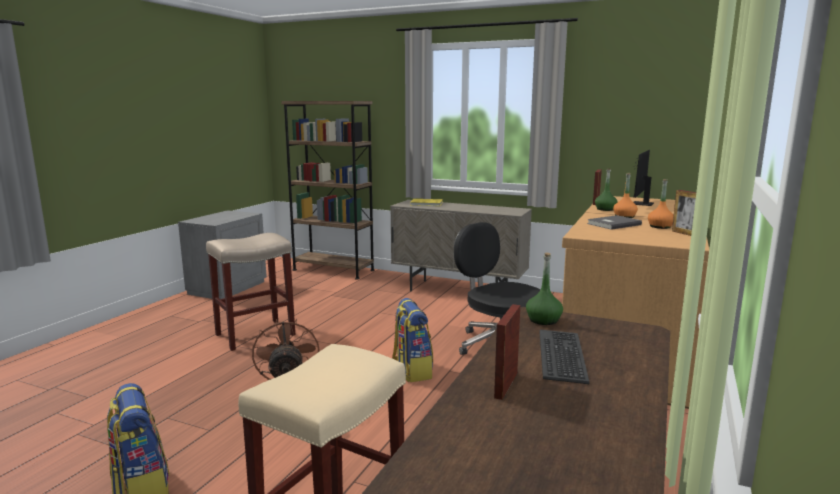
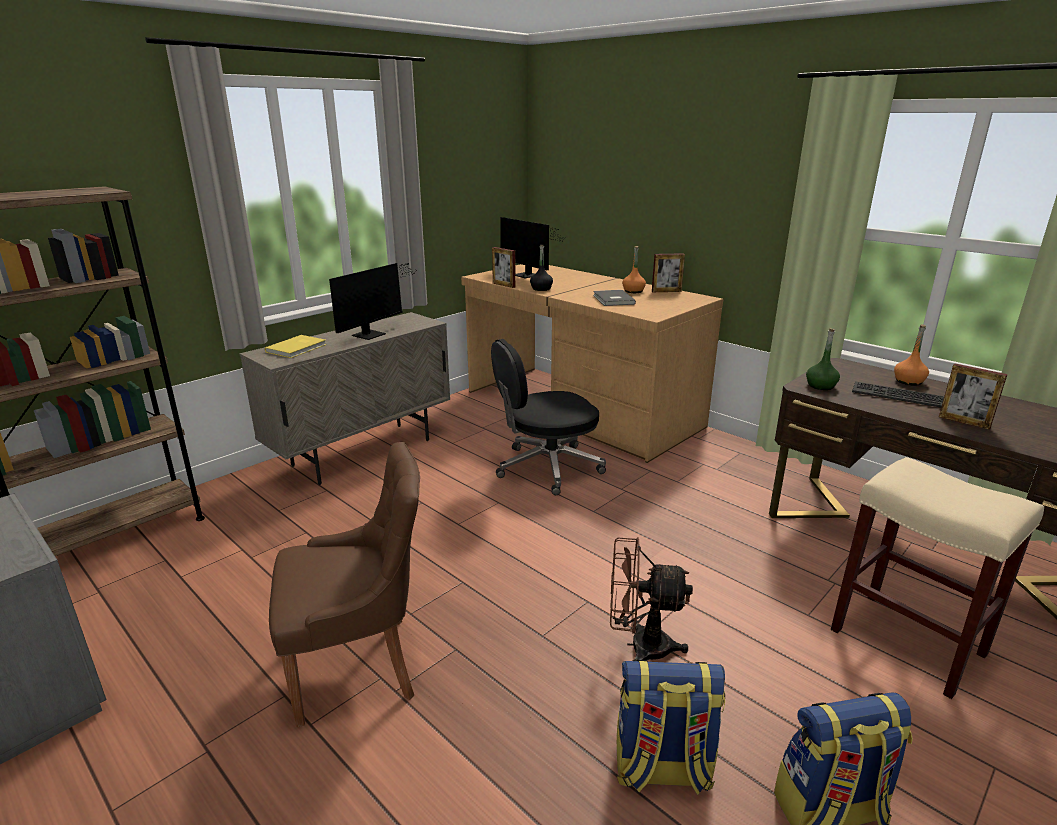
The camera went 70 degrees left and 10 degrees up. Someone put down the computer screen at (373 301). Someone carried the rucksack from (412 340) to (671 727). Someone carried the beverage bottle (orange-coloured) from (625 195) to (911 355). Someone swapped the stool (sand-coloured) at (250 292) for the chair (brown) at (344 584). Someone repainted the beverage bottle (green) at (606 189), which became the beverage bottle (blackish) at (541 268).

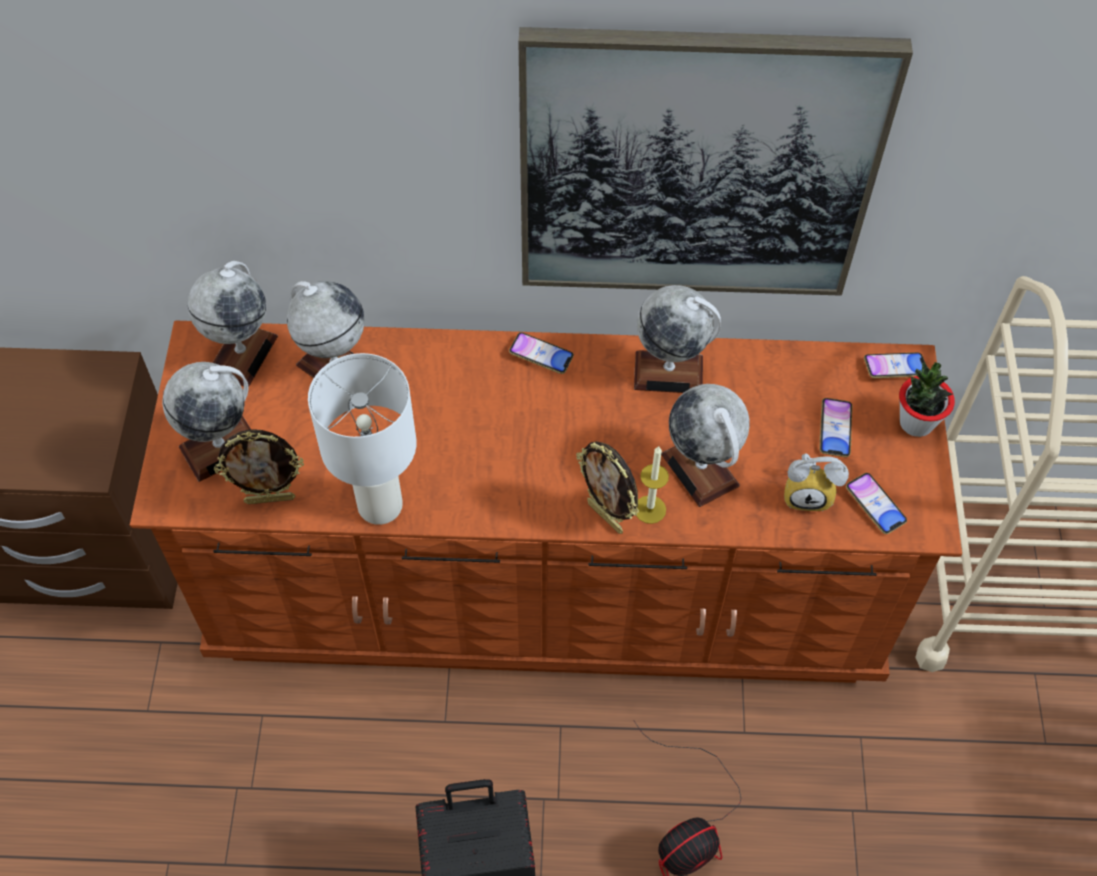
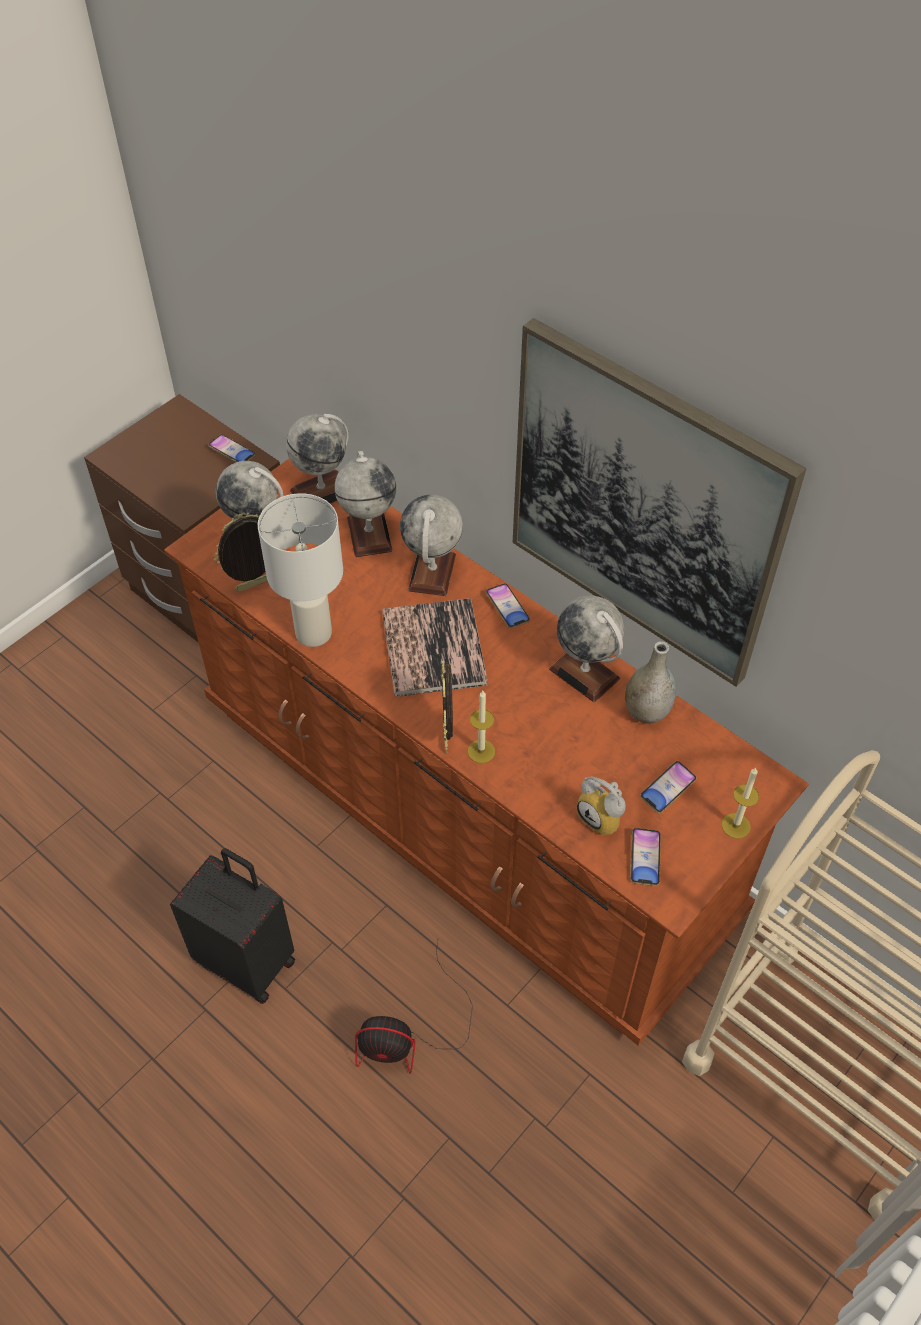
The camera went 40 degrees right and 5 degrees down. Someone put down the volume at (434 647). Someone put down the flower vase (gray) at (650 682). Someone carried the globe from (705 445) to (431 545). Someone carried the telephone from (894 365) to (231 448). Someone swapped the houseplant at (927 399) for the wax candle at (740 803). Someone rotated the picture frame at (259 466) by 120 degrees clockwise.

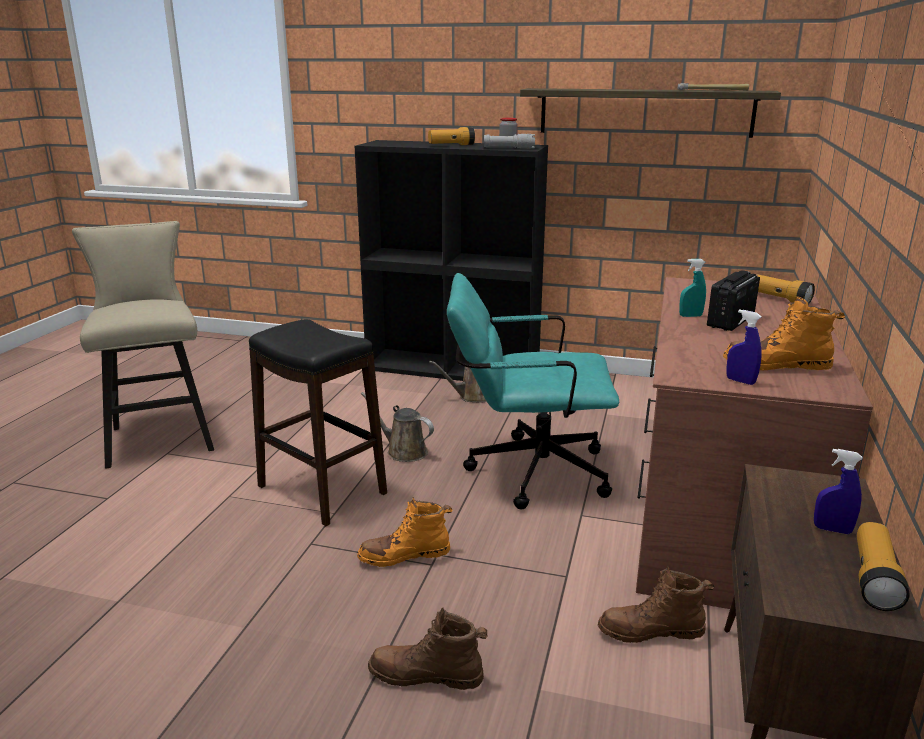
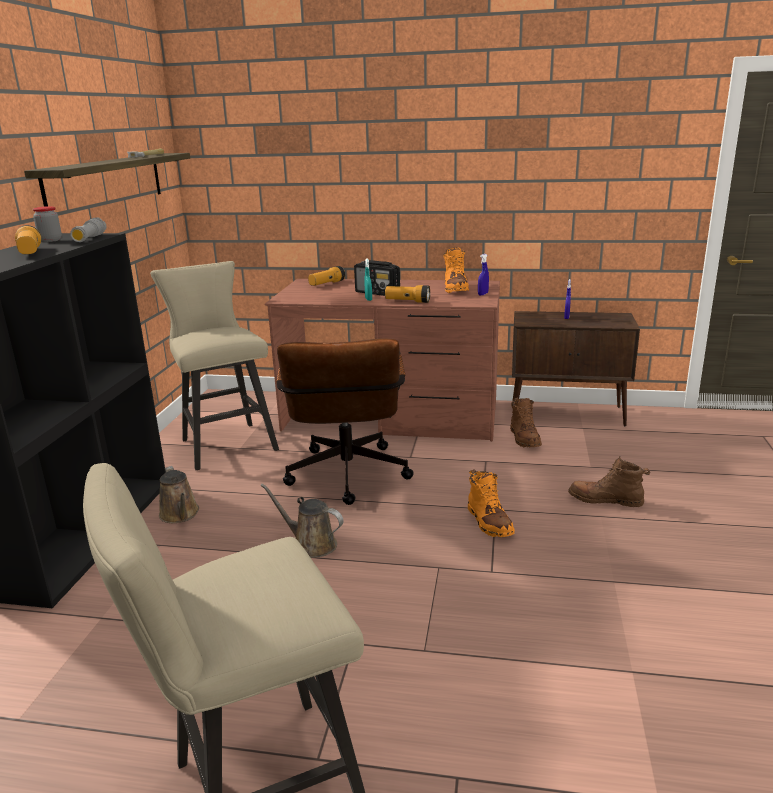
The camera went 95 degrees left and 0 degrees up. Someone took away the stool (blackish) at (318 422). Someone put down the stool (sand-coloured) at (214 365). Someone carried the torch from (883 566) to (407 294). Someone repainted the office chair (turquoise) at (533 391), which became the office chair (brown) at (345 421). Someone rotated the watering can (brown) at (397 427) by 90 degrees clockwise. Someone rotated the tall boot (brown) at (427 649) by 105 degrees clockwise.

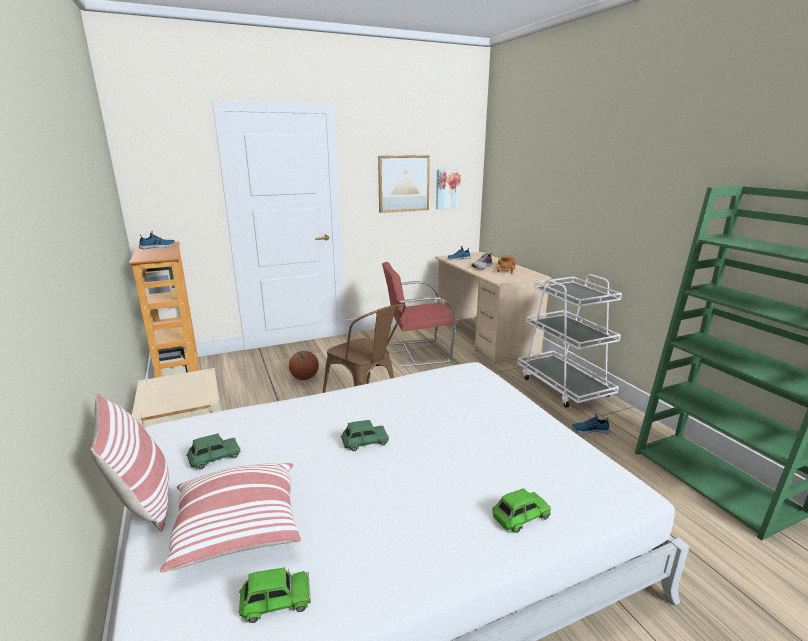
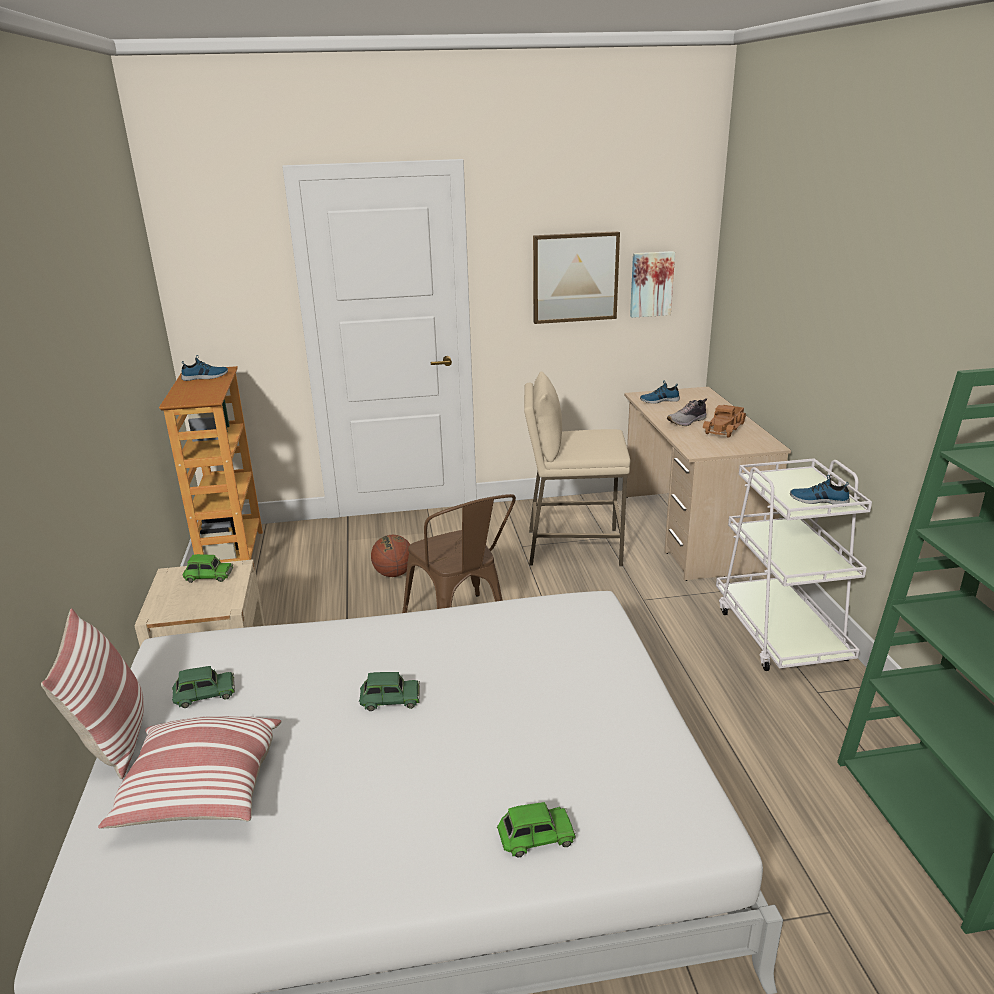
The camera went 15 degrees right and 5 degrees up. Someone carried the toy car (green) from (274 595) to (208 568). Someone carried the shoe from (590 424) to (820 491). Someone swapped the chair (reddish) at (420 314) for the stool (sand-coloured) at (577 469).

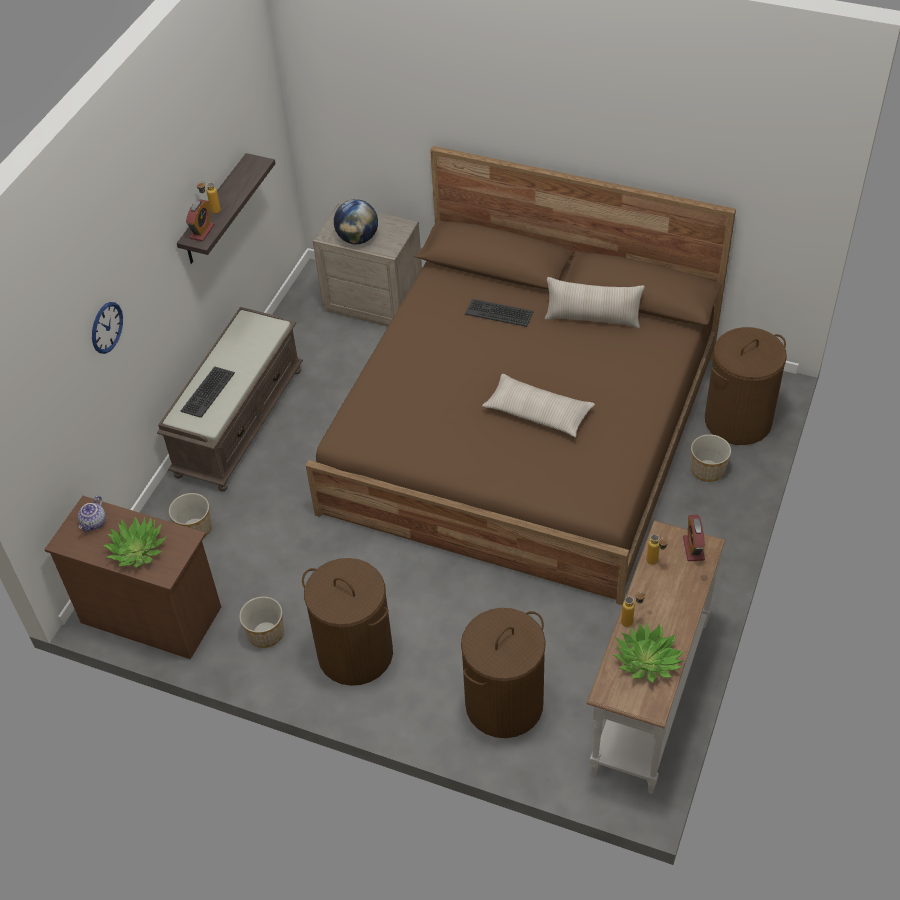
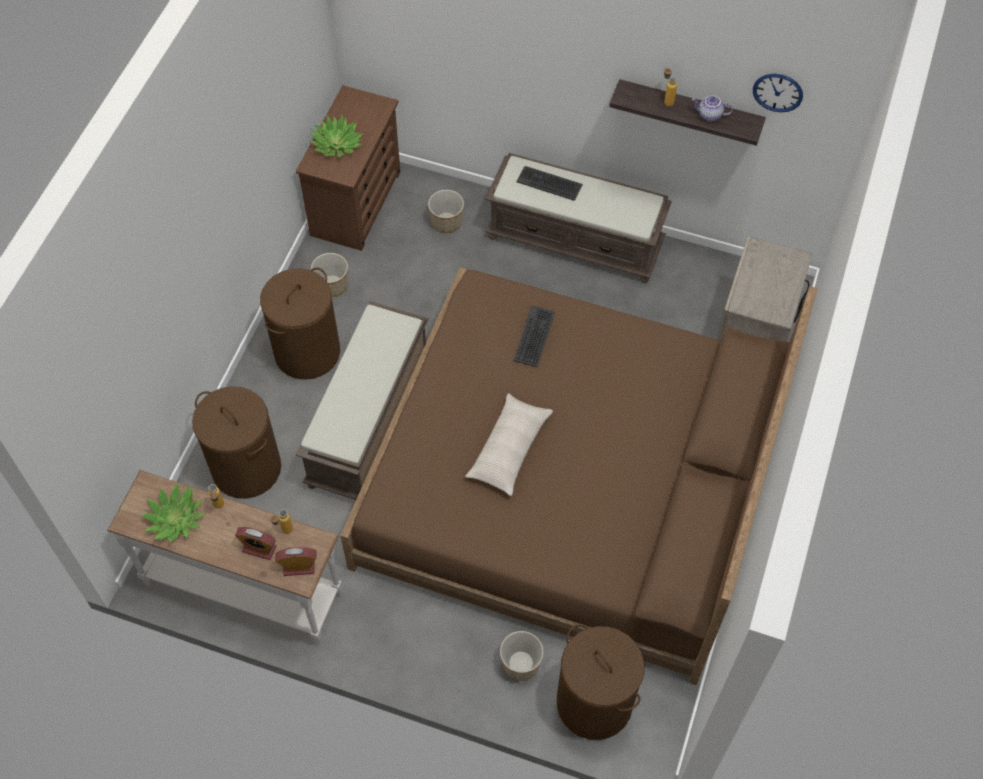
The camera went 85 degrees right and 10 degrees up. Someone took away the globe at (356 221). Someone took away the cushion (sand-coloured) at (595 302). Someone put down the bench (brown) at (362 400). Someone carried the pot for tea from (92 514) to (712 109). Someone carried the wall clock from (107 328) to (778 93). Someone carried the alarm clock from (200 220) to (255 543). Someone carried the computer keyboard from (499 313) to (534 336).

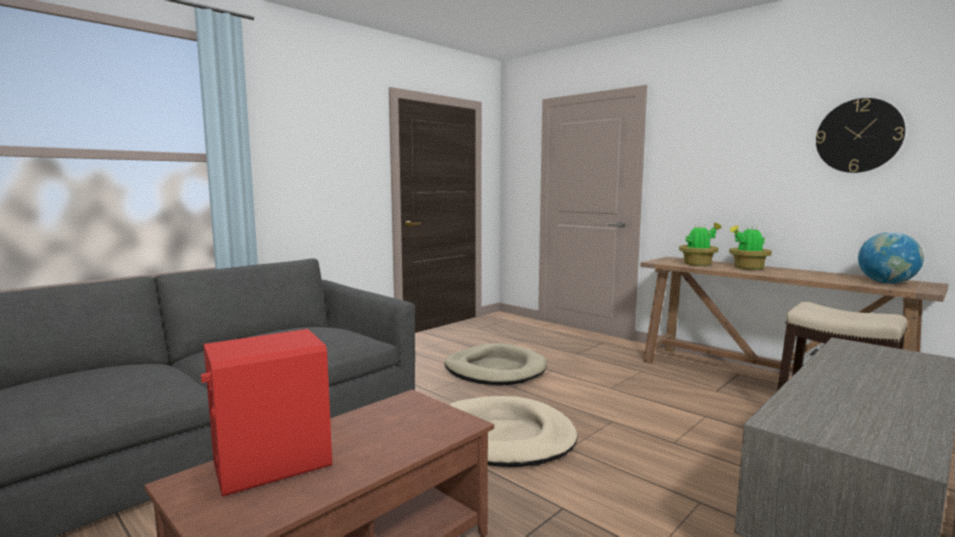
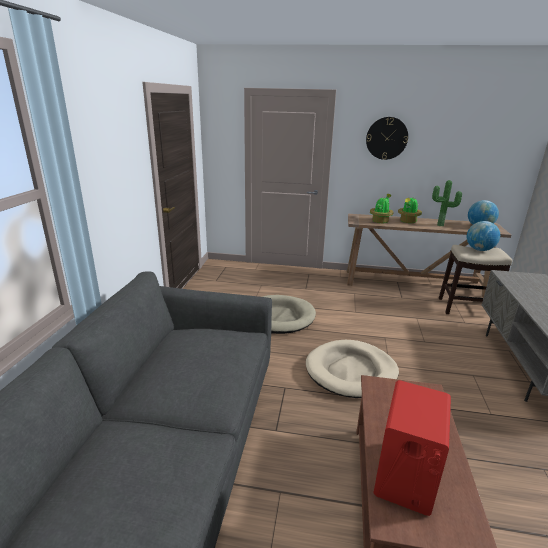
The camera went 35 degrees left and 15 degrees up. Someone put down the houseplant at (447 203). Someone put down the globe at (483 236). Someone carried the wall clock from (860 135) to (387 138).

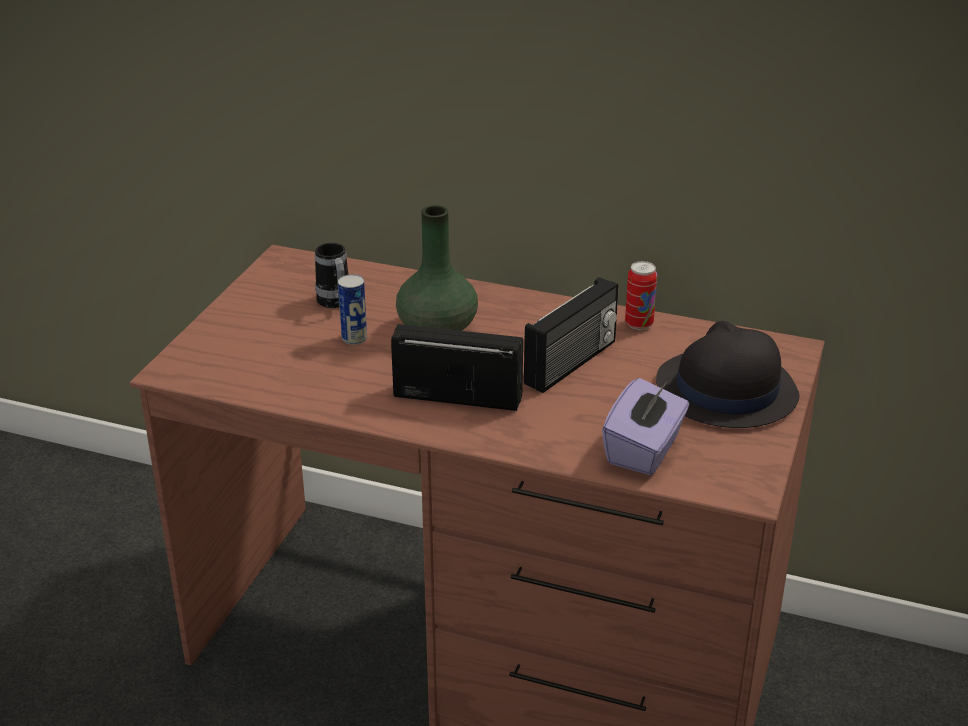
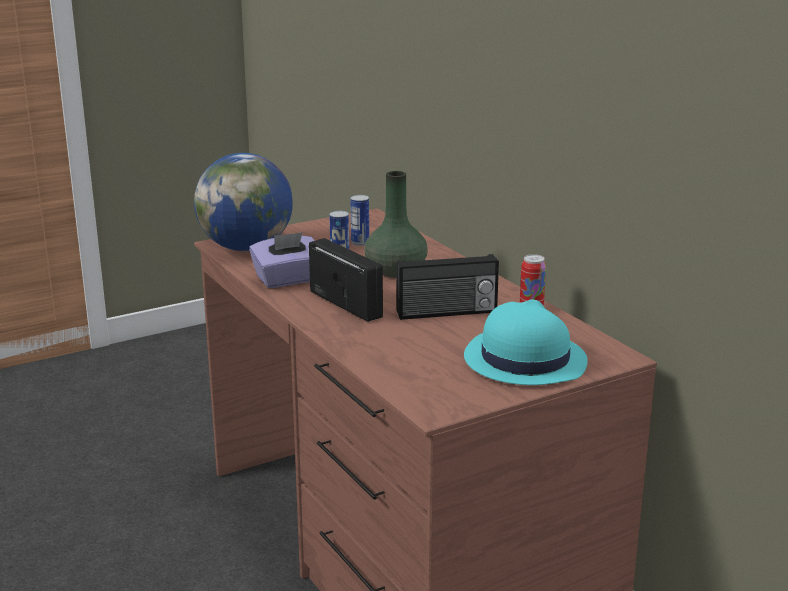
The camera went 40 degrees right and 10 degrees down. Someone put down the globe at (243 202). Someone carried the tissue holder (purple) from (645 426) to (281 260). Someone swapped the mug at (331 275) for the can at (359 220). Someone repainted the clothing hat (blackish) at (727 374), which became the clothing hat (turquoise) at (526 342).

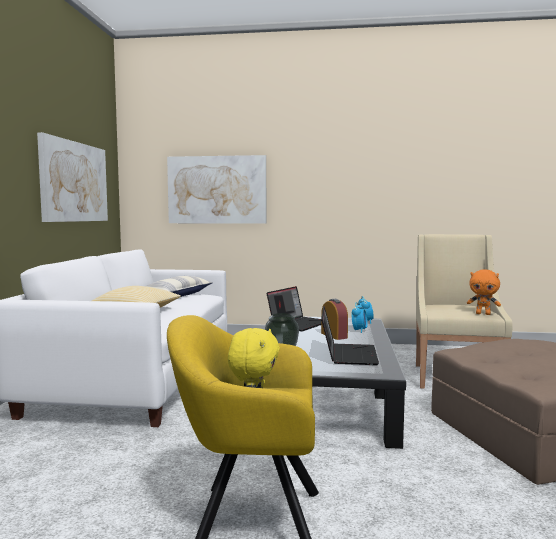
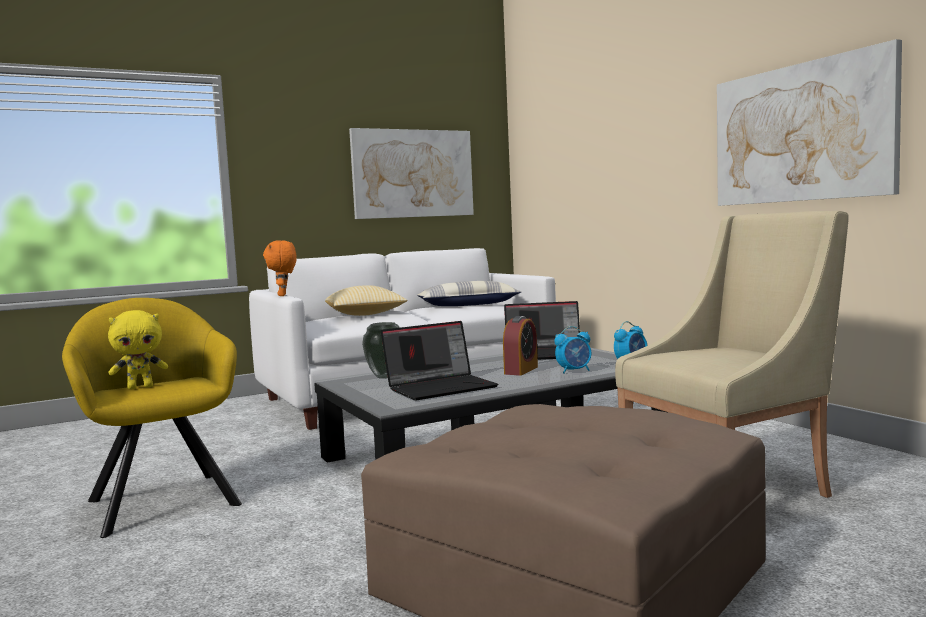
The camera went 55 degrees right and 0 degrees up. Someone carried the wall picture from (216 189) to (809 122). Someone carried the soft toy (orange-coloured) from (484 292) to (280 268).

